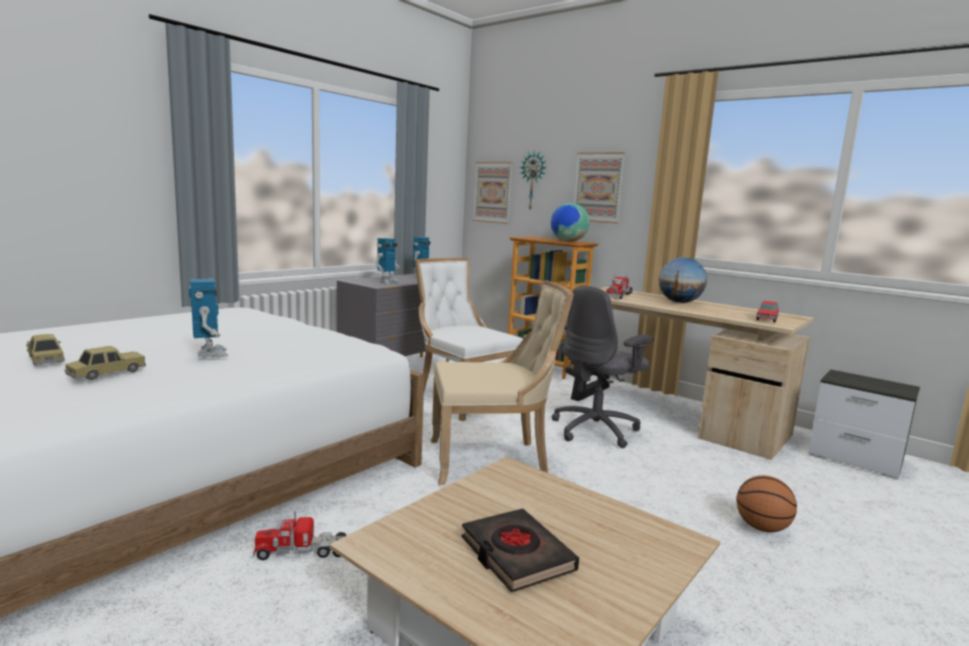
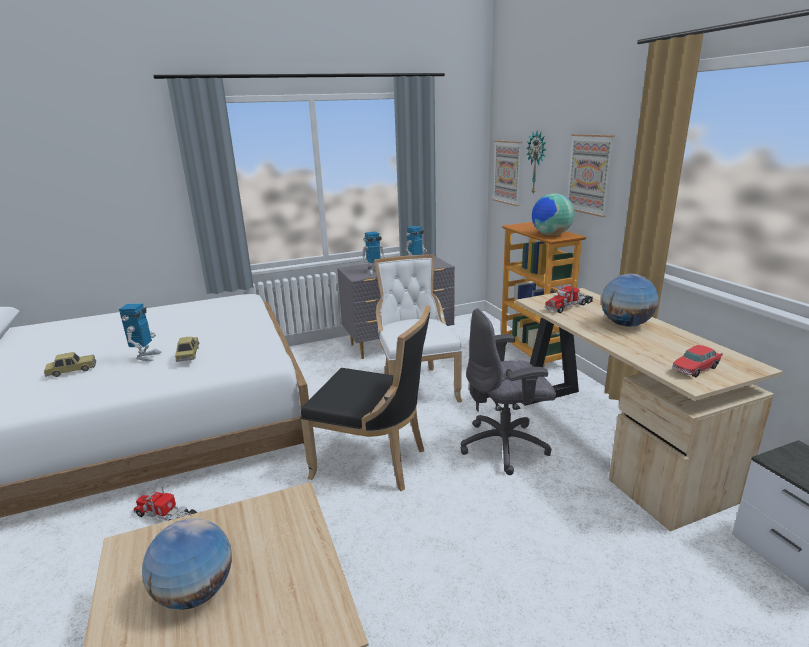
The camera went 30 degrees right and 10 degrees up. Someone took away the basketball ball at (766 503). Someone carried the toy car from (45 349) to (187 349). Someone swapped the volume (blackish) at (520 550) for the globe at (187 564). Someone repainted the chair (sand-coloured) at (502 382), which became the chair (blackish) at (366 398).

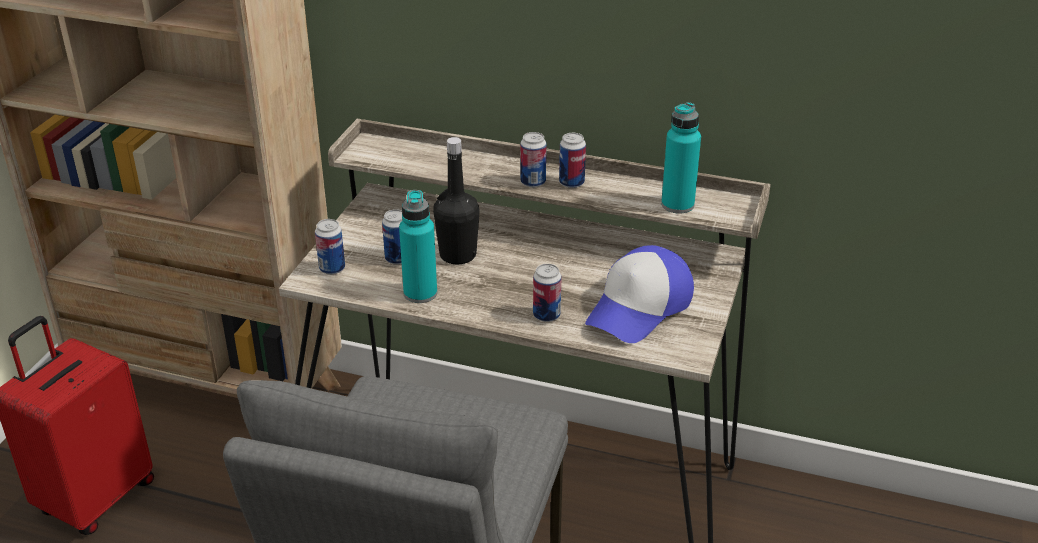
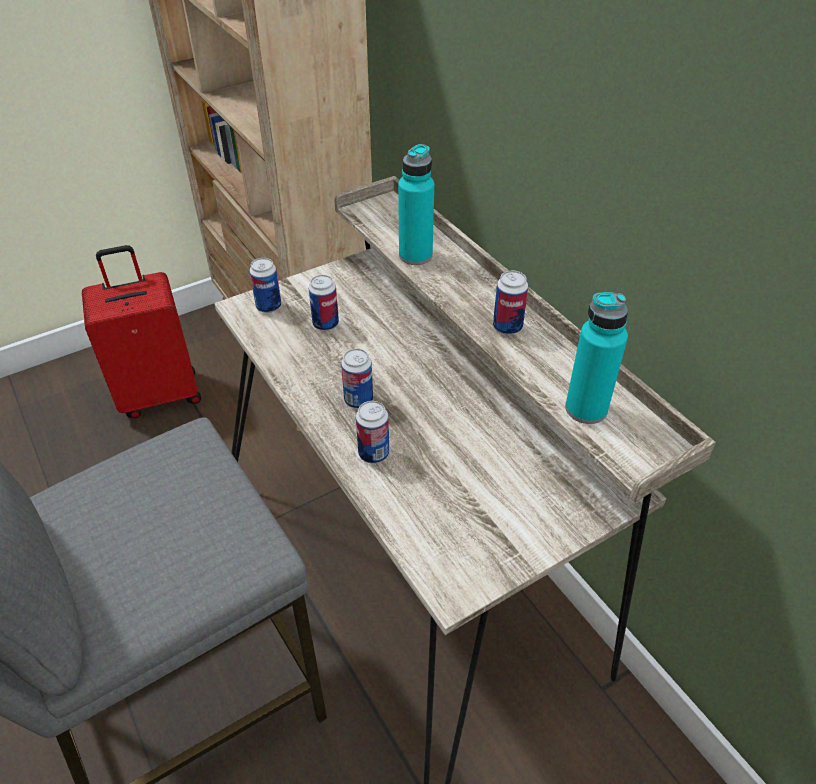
The camera went 40 degrees right and 10 degrees up. Someone took away the beverage bottle (blackish) at (456 201). Someone took away the peaked cap at (639 294). Someone carried the beverage bottle (turquoise) from (418 246) to (416 204). Someone carried the can from (533 160) to (357 379).

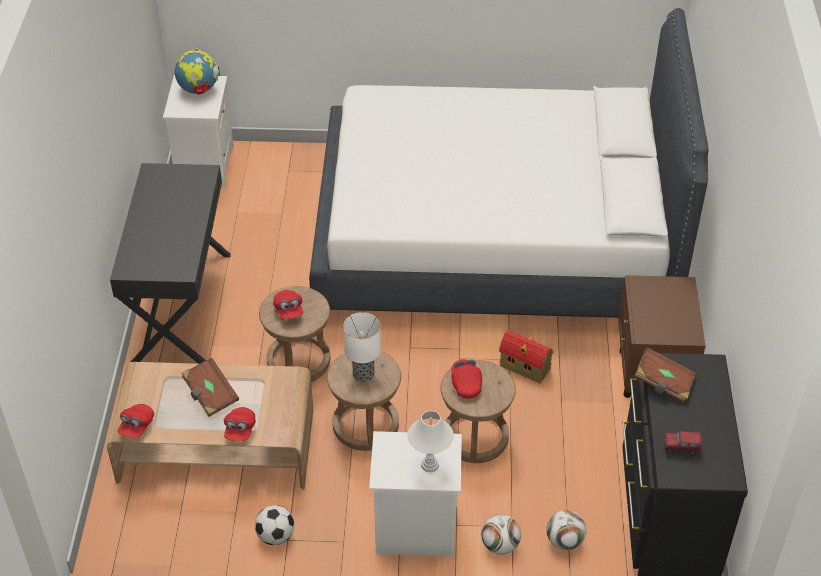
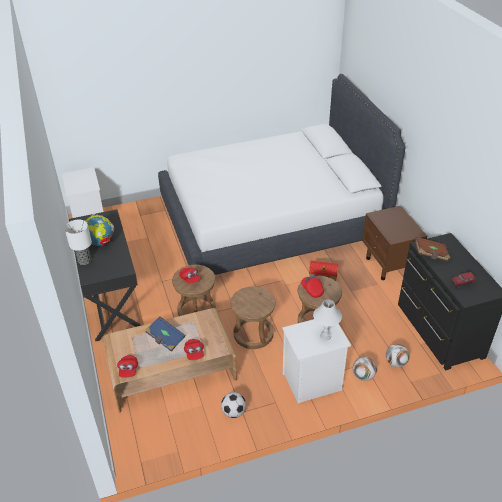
The camera went 20 degrees left and 5 degrees down. Someone carried the globe from (197 71) to (100 230). Someone carried the lamp for a table from (362 347) to (78 242). Someone repainted the volume (brown) at (210 387), which became the volume (blue) at (165 333).

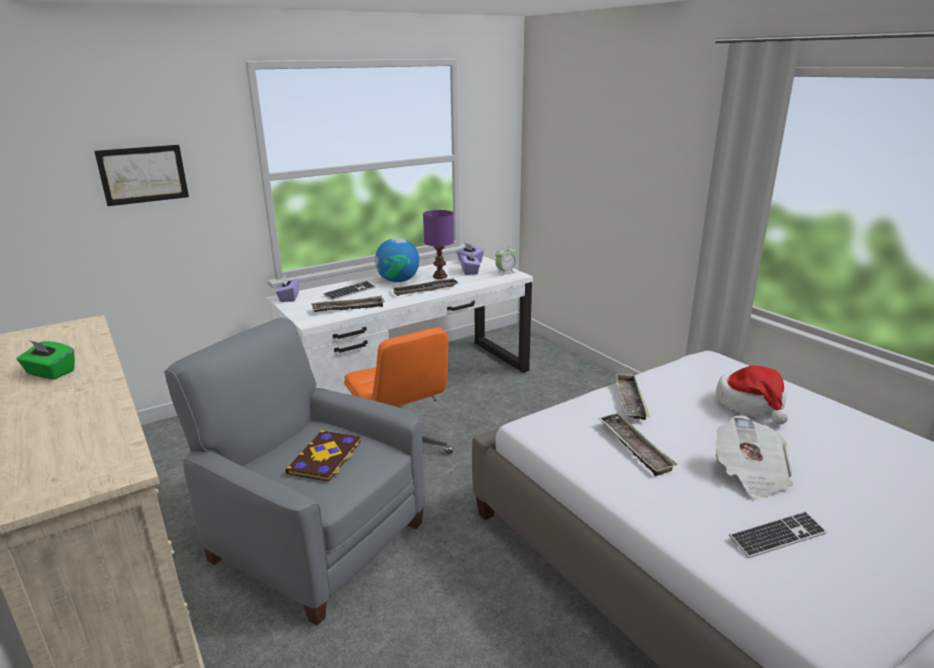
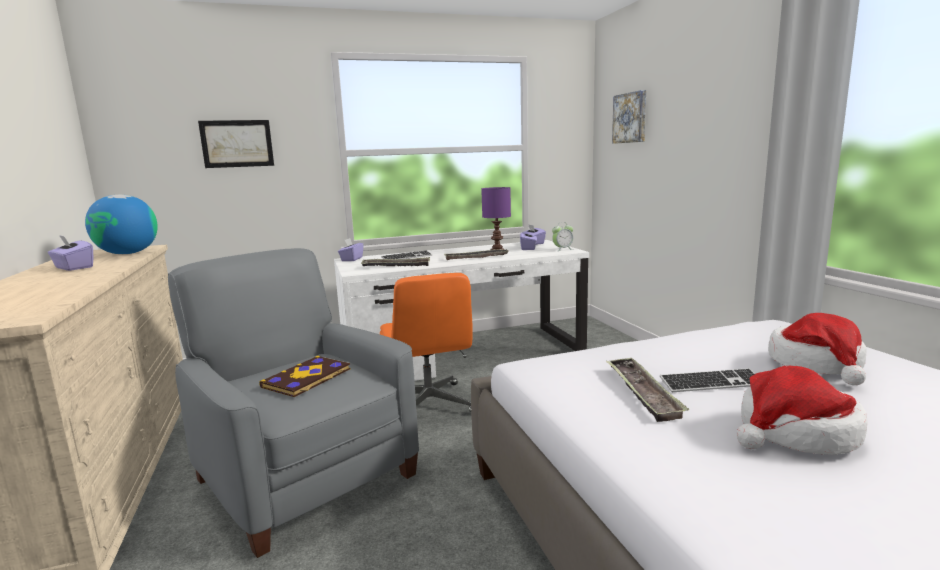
The camera went 15 degrees right and 10 degrees down. Someone took away the serving tray at (632 397). Someone put up the wall picture at (629 117). Someone carried the globe from (397 260) to (121 224). Someone carried the computer keyboard from (778 534) to (707 380). Someone swapped the printed paper at (754 457) for the clothing hat at (802 410). Someone repainted the tissue holder (green) at (46 360), which became the tissue holder (purple) at (70 253).

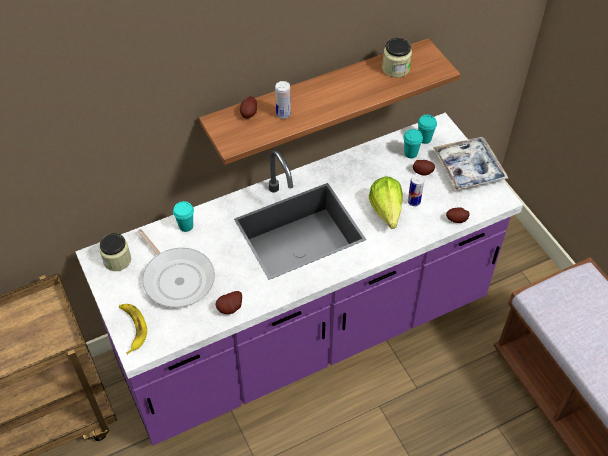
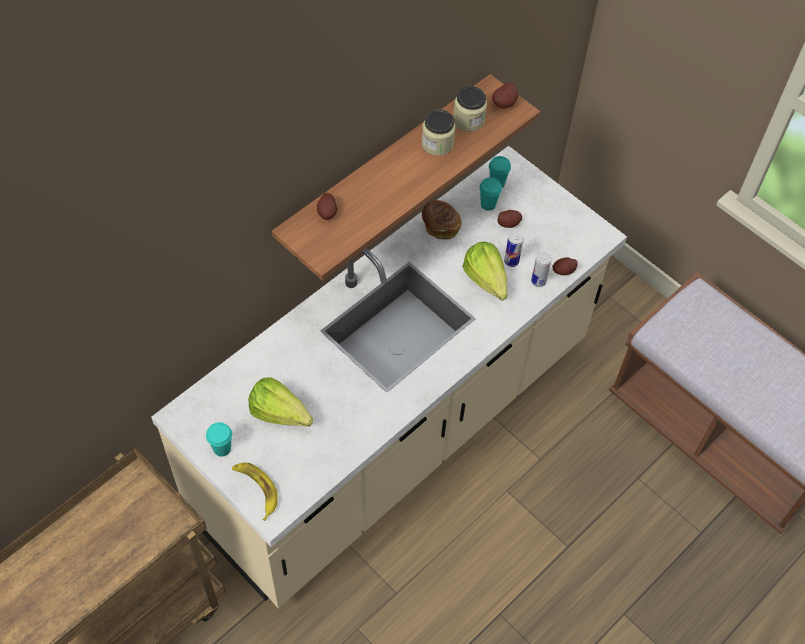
The camera went 20 degrees left and 5 degrees up. Someone took away the serving tray at (471 164). Someone put down the bakery bread at (442 220). Someone carried the jar from (115 252) to (439 133). Someone carried the small cup (turquoise) from (183 216) to (219 439). Someone carried the whole potato from (228 302) to (505 95). Someone carried the can from (283 100) to (541 269). Someone swapped the frying pan at (176 268) for the lettuce head at (280 402). Someone repainted the kitchen counter (purple) at (299 279), which became the kitchen counter (sand-coloured) at (389 377).

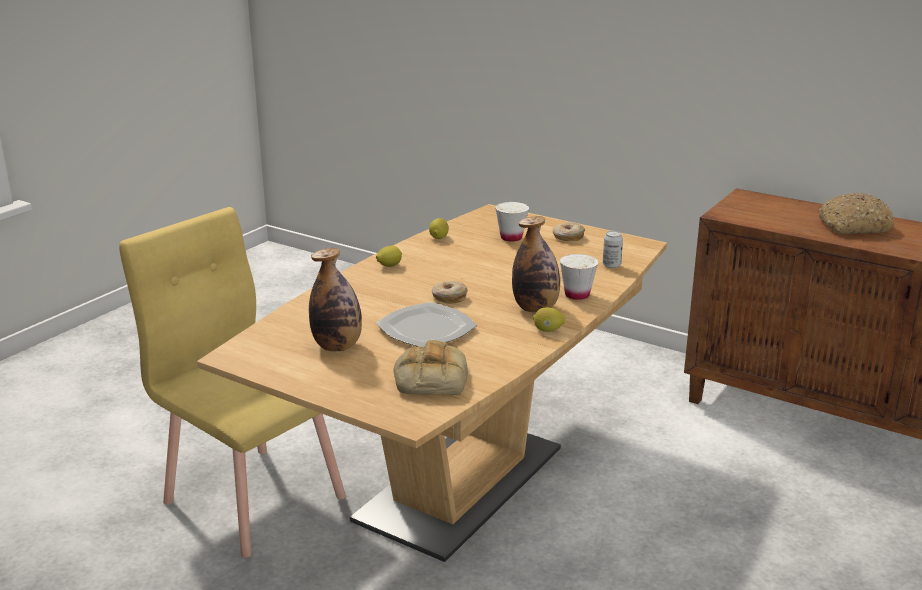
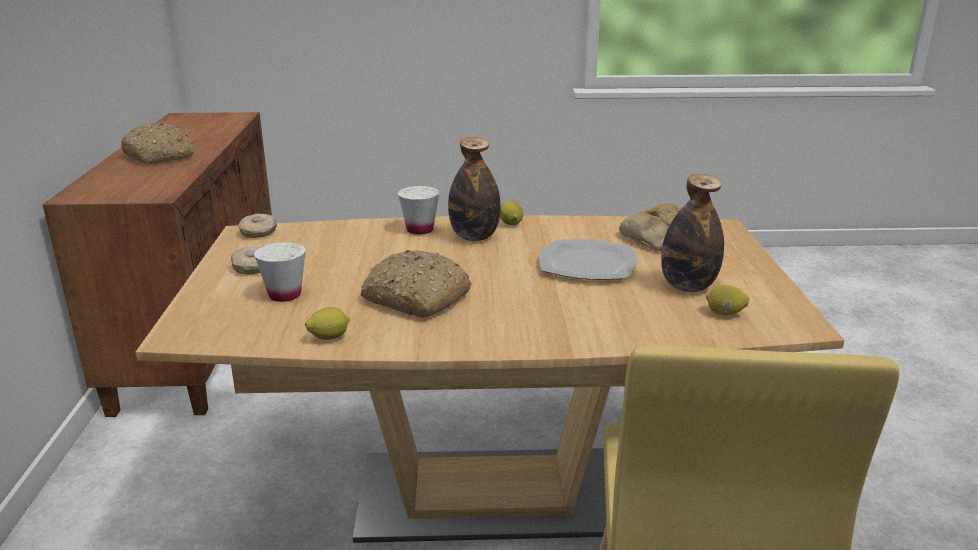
The camera went 125 degrees left and 0 degrees up. Someone took away the can at (613 249). Someone put down the bakery bread at (416 284). Someone carried the lemon from (389 256) to (728 300). Someone carried the ring doughnut from (450 292) to (257 226).

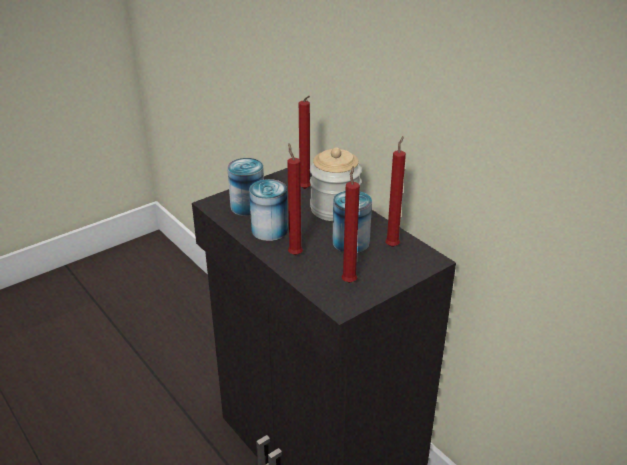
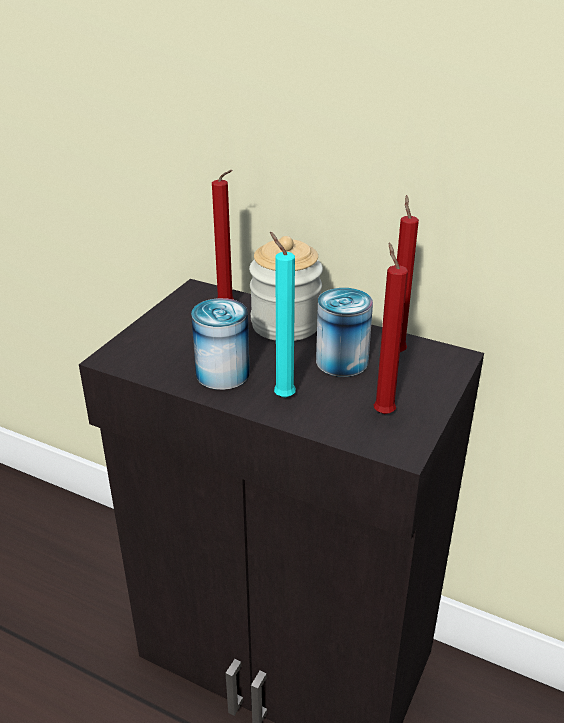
The camera went 25 degrees left and 0 degrees up. Someone took away the can at (245 187). Someone repainted the wax candle (reddish) at (295 199), which became the wax candle (turquoise) at (283 315).

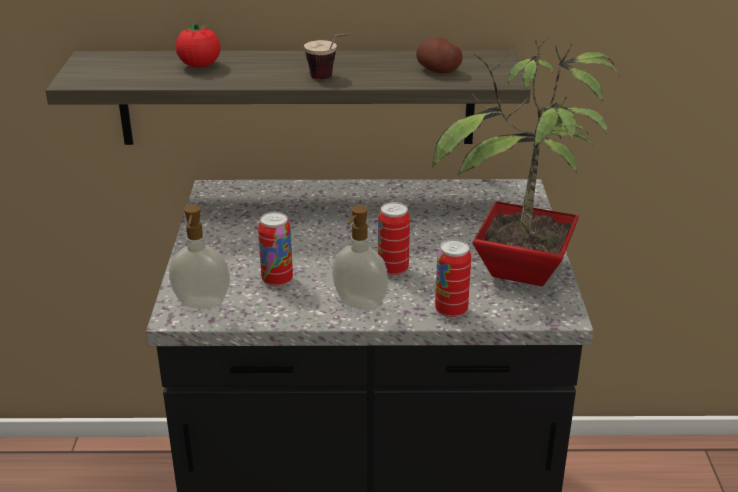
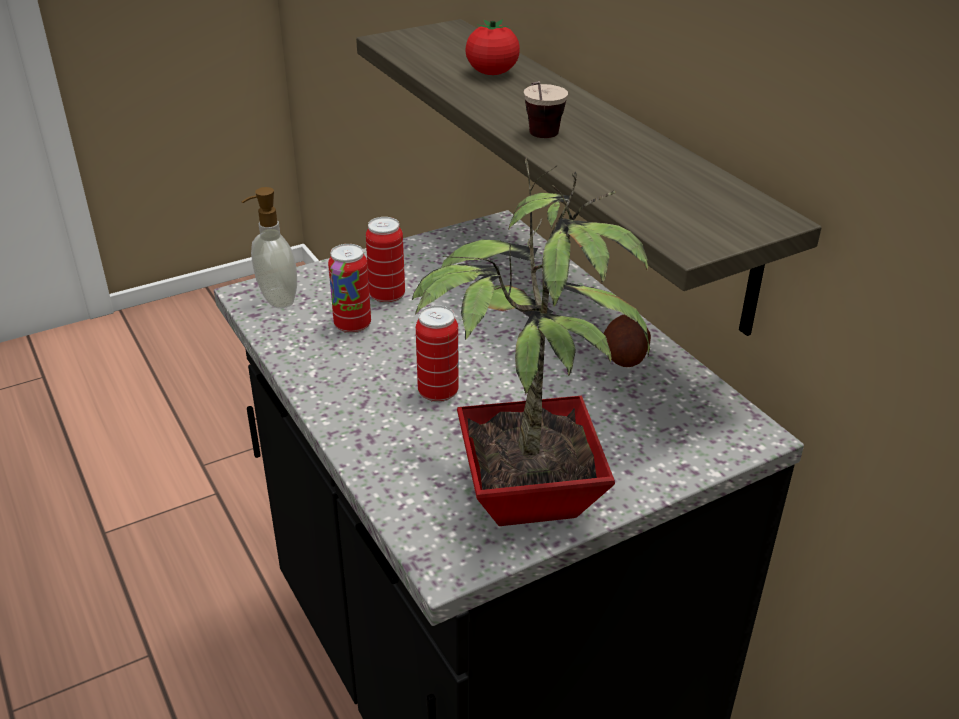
The camera went 60 degrees right and 5 degrees up. Someone took away the soap bottle at (360 258). Someone carried the whole potato from (439 55) to (627 341). Someone carried the can from (453 278) to (385 260).

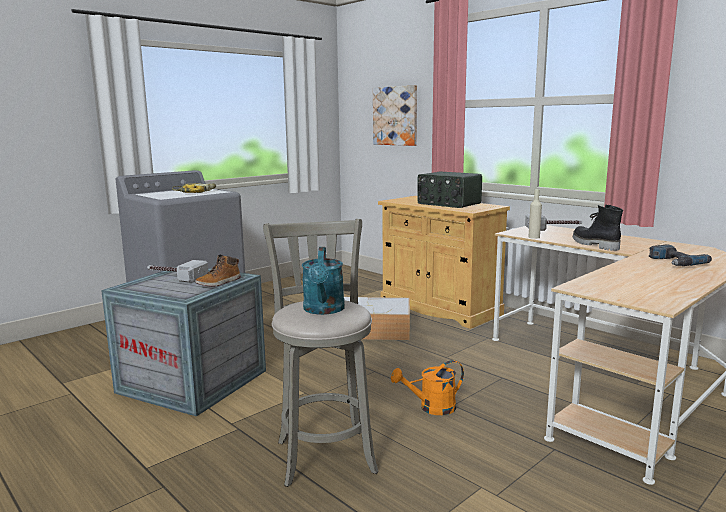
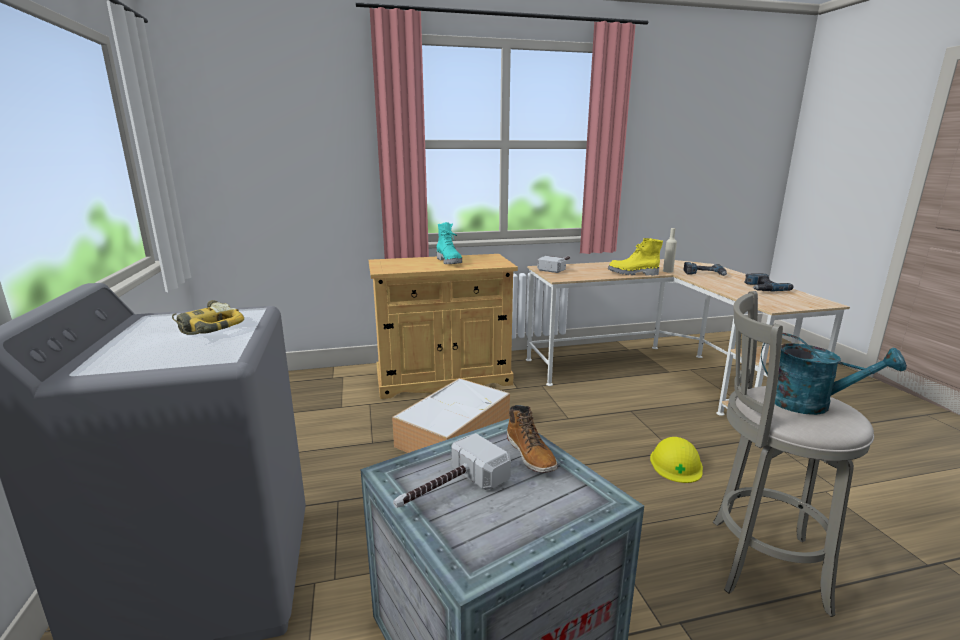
The camera went 60 degrees left and 5 degrees up. Someone took away the wall picture at (395 115). Someone put down the drill at (769 282). Someone carried the beverage bottle (sand-coloured) from (535 214) to (670 250). Someone swapped the watering can (orange-coloured) at (427 387) for the work helmet (yellowish) at (676 460). Someone swapped the radio at (449 190) for the tall boot (turquoise) at (449 243). Someone repainted the tall boot (blackish) at (598 228), which became the tall boot (yellowish) at (635 257).

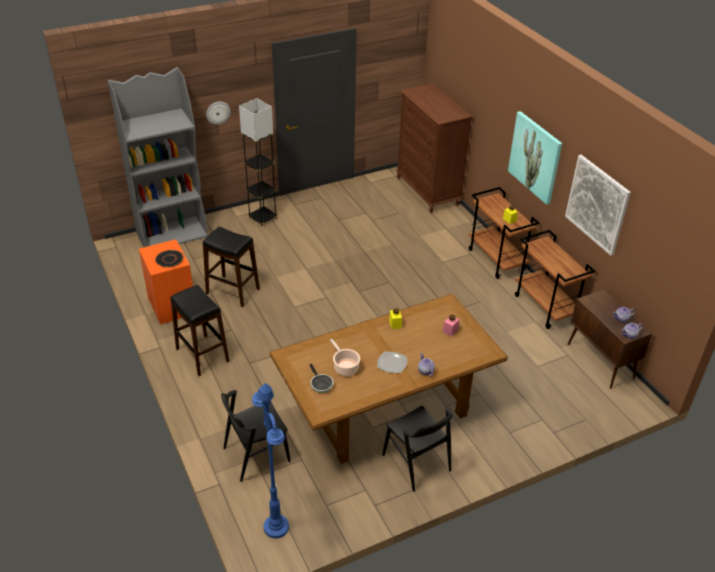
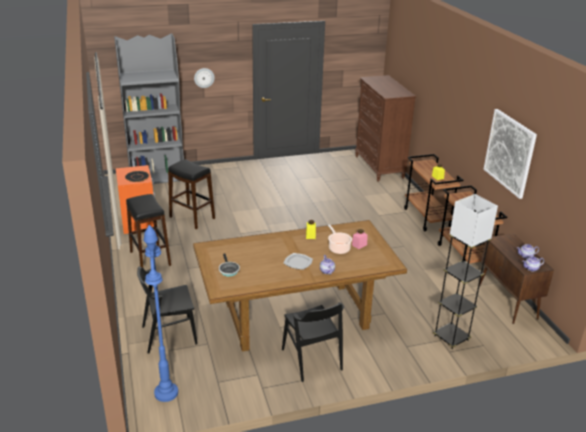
The camera went 10 degrees right and 10 degrees down. Someone took away the wall picture at (535 158). Someone carried the floor lamp (gray) from (258 162) to (465 271). Someone carried the stockpot from (345 357) to (340 239).

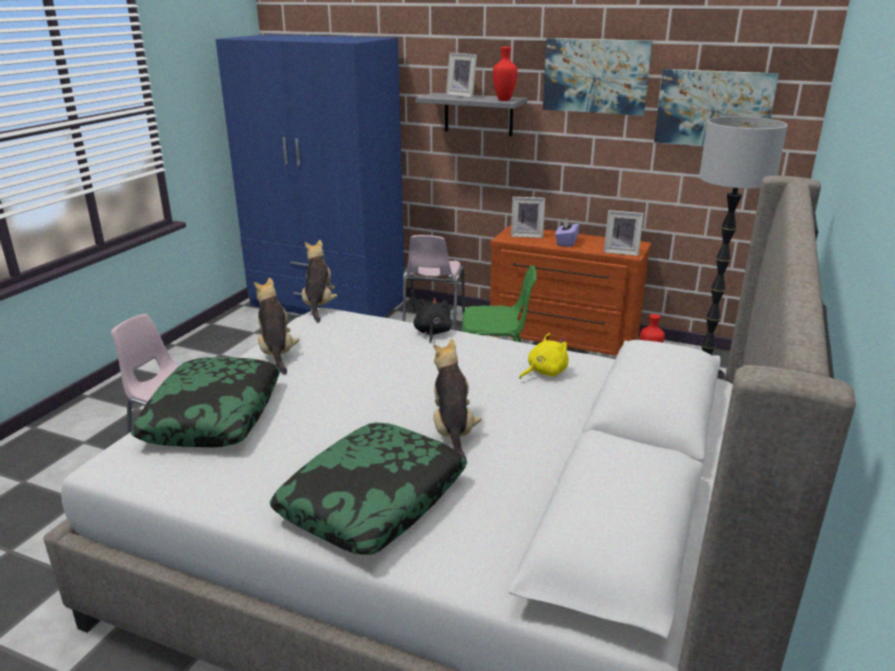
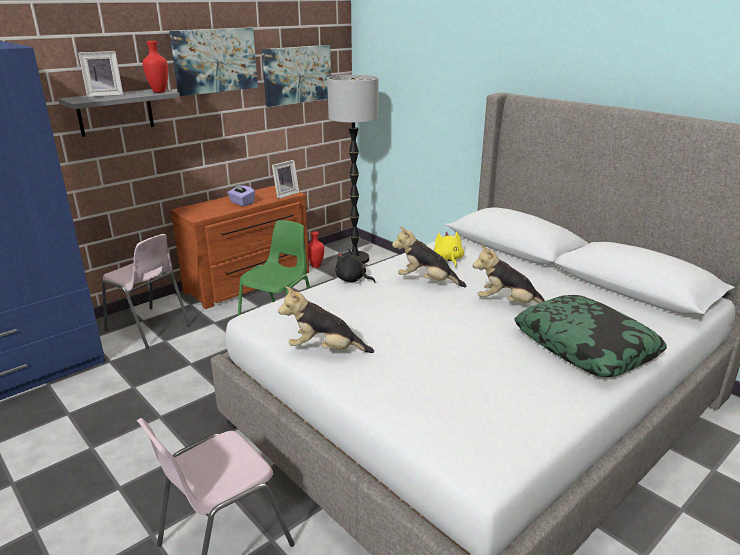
The camera went 65 degrees left and 0 degrees up. Someone took away the cushion at (205 402). Someone took away the picture frame at (528 217). Someone carried the soft toy from (320 281) to (429 256).

